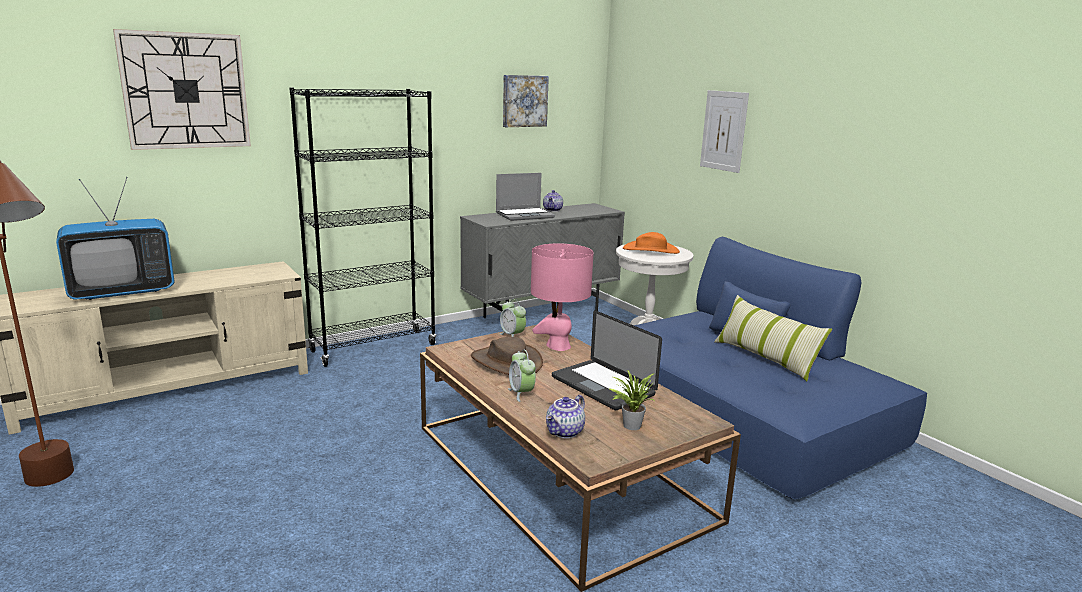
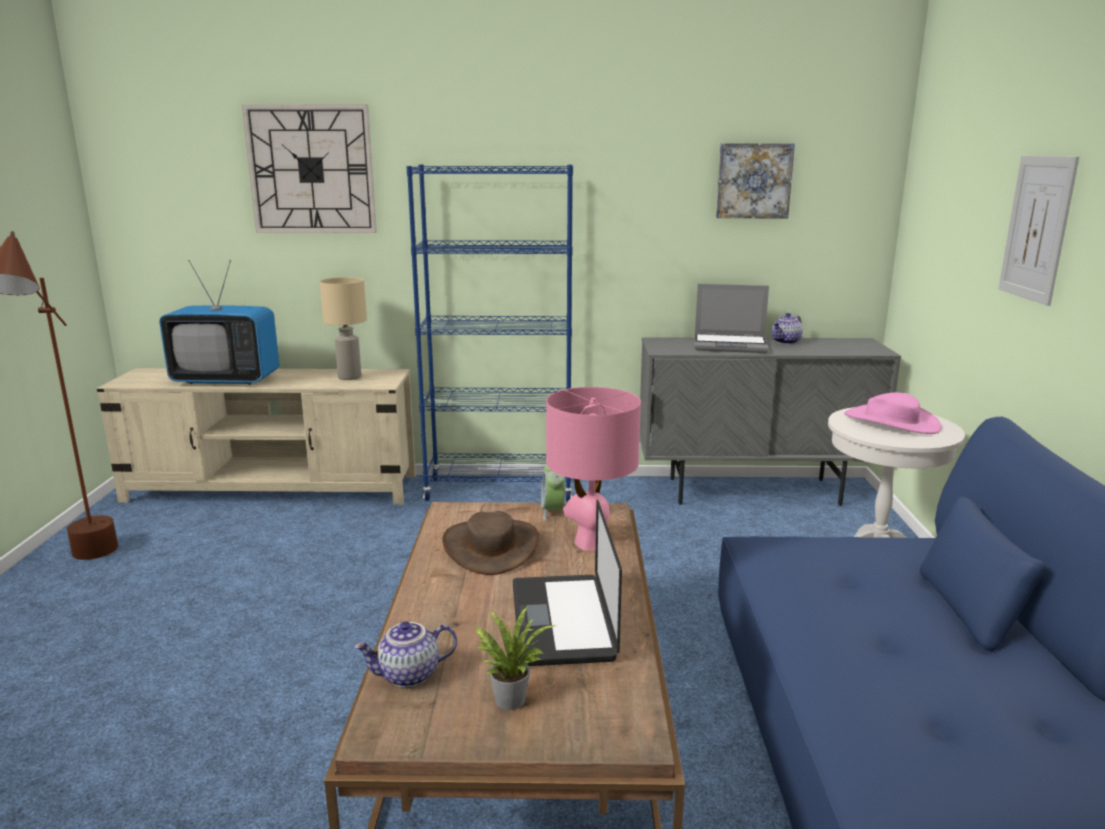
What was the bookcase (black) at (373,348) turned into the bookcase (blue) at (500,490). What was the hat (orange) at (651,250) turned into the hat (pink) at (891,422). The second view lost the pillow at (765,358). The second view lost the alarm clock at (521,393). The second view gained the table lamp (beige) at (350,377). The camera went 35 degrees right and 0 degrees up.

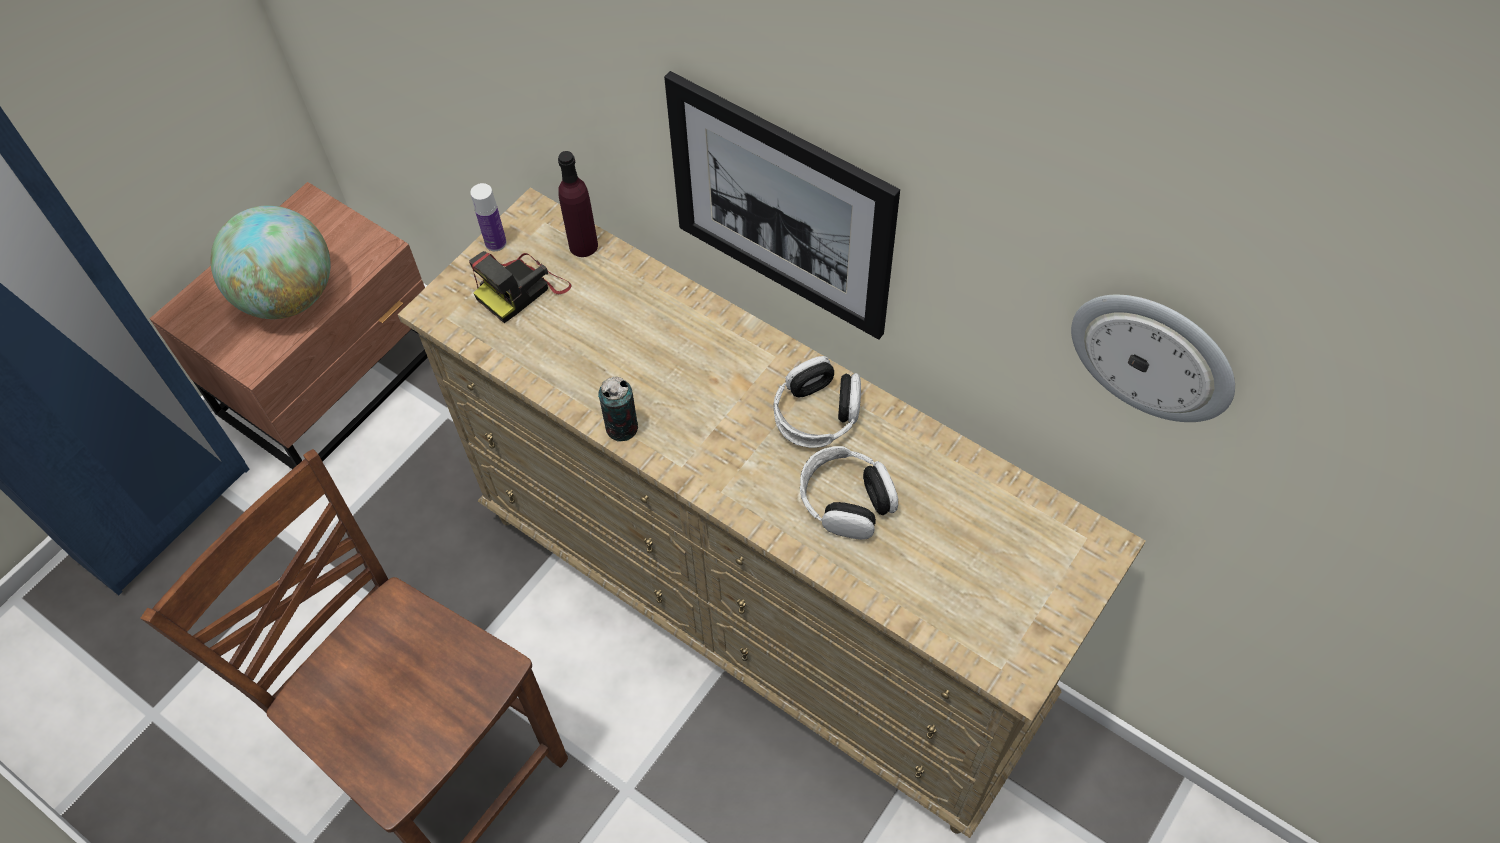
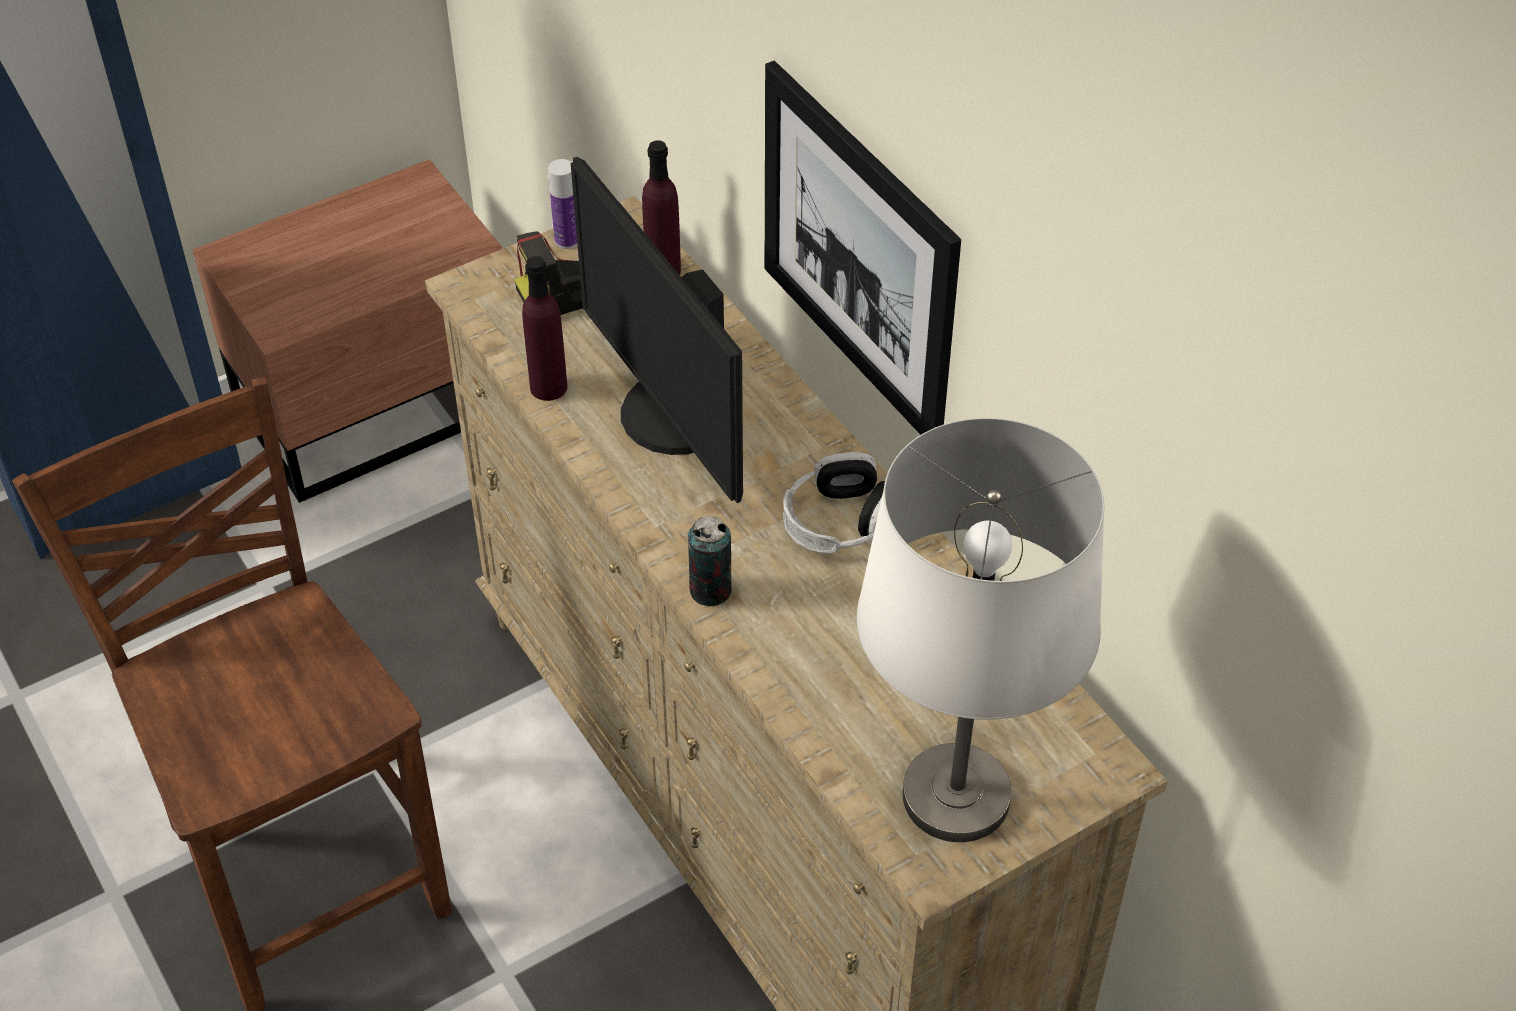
The second view lost the globe at (289,296). The second view lost the wall clock at (1153,355). The can ended up elsewhere, having gone from (622,428) to (710,590). The second view lost the headphones at (846,500). The second view gained the monitor at (671,416). The second view gained the bottle (purple) at (548,387). The second view gained the table lamp (white) at (958,796). The camera went 20 degrees right and 10 degrees down.

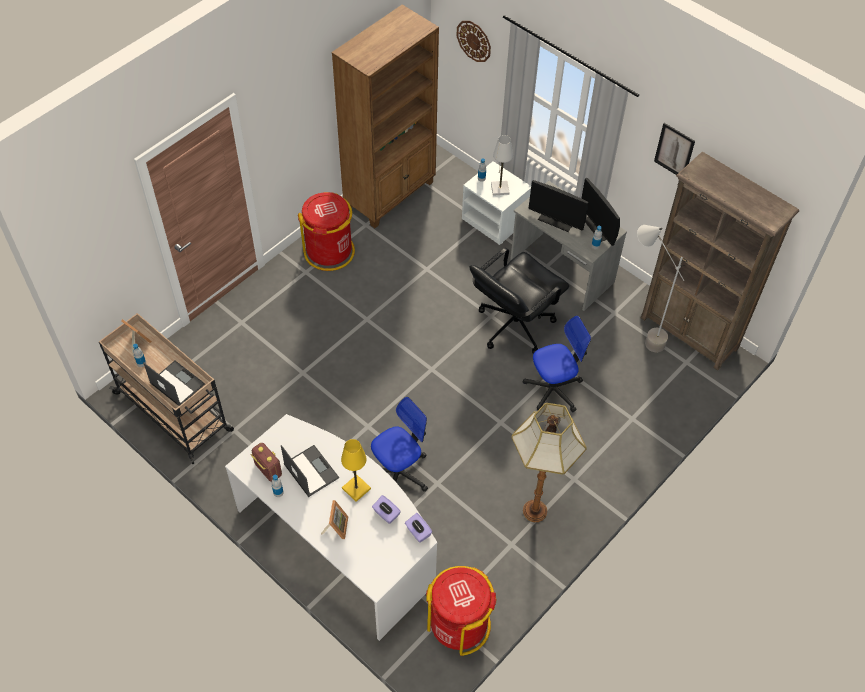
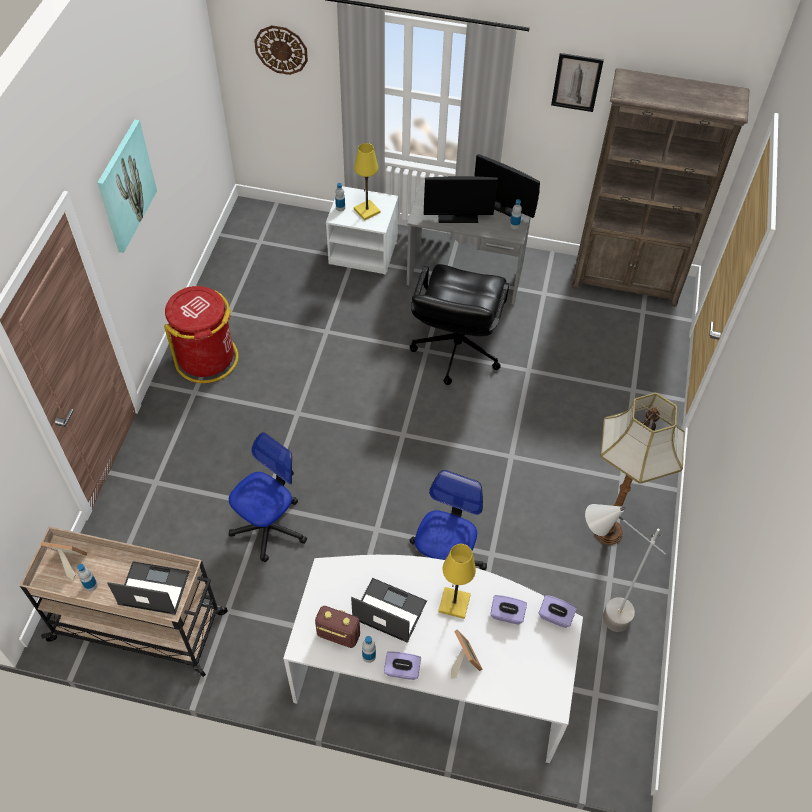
The second view lost the bookcase (brown) at (390,194). What was the table lamp (white) at (499,189) turned into the table lamp (yellow) at (367,211). The floor lamp (grey) ended up elsewhere, having gone from (640,335) to (592,615). The office chair ended up elsewhere, having gone from (553,389) to (269,526). The second view lost the trash can (red) at (459,624). The second view gained the picture at (126,186). The second view gained the tissue box (purple) at (402,670). The camera went 30 degrees left and 0 degrees up.

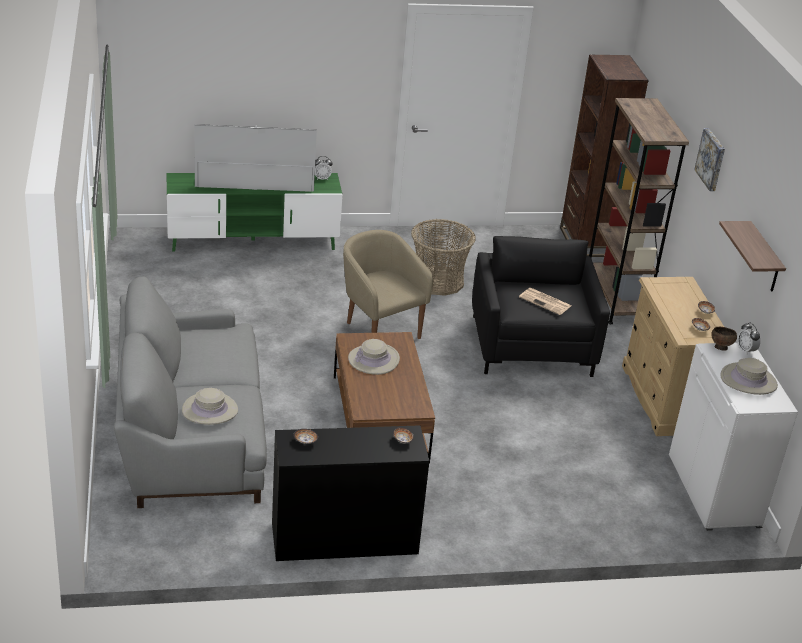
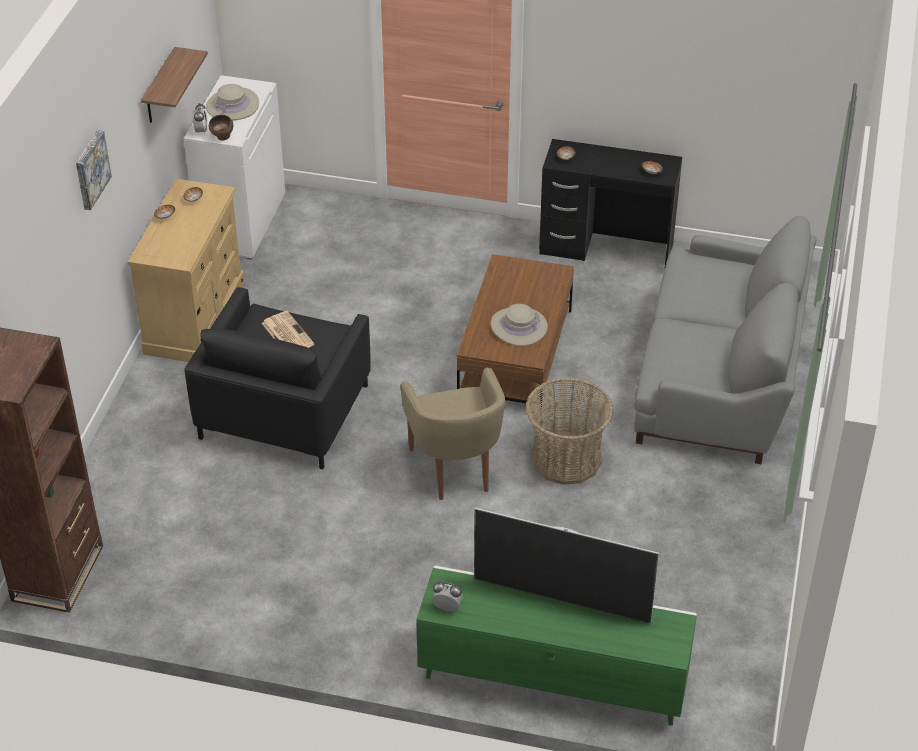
The second view lost the bookcase (brown) at (615,298). The basket ended up elsewhere, having gone from (438,281) to (566,459). The second view lost the hat (beige) at (210,410). The camera went 155 degrees left and 10 degrees up.

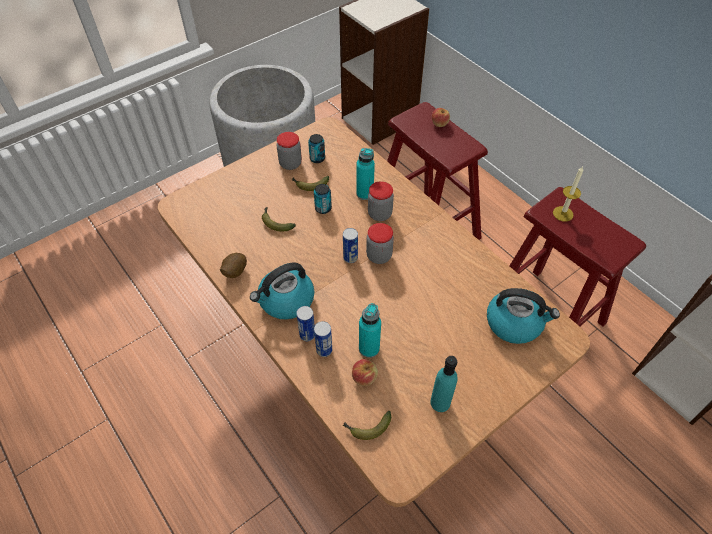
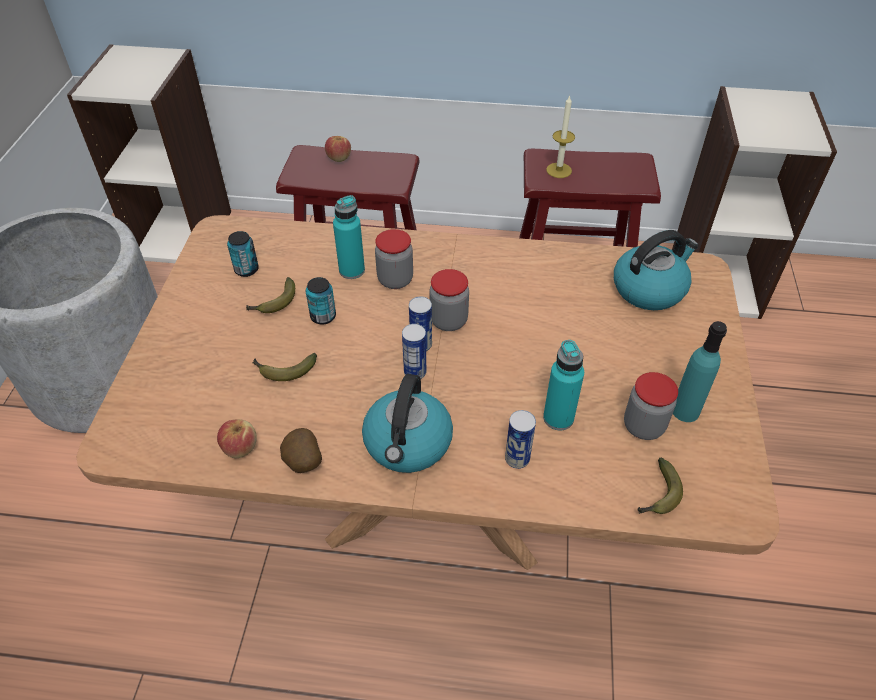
The jar ended up elsewhere, having gone from (290,164) to (643,426). The can ended up elsewhere, having gone from (307,335) to (415,372). The apple ended up elsewhere, having gone from (364,377) to (240,447). The camera went 45 degrees left and 5 degrees down.

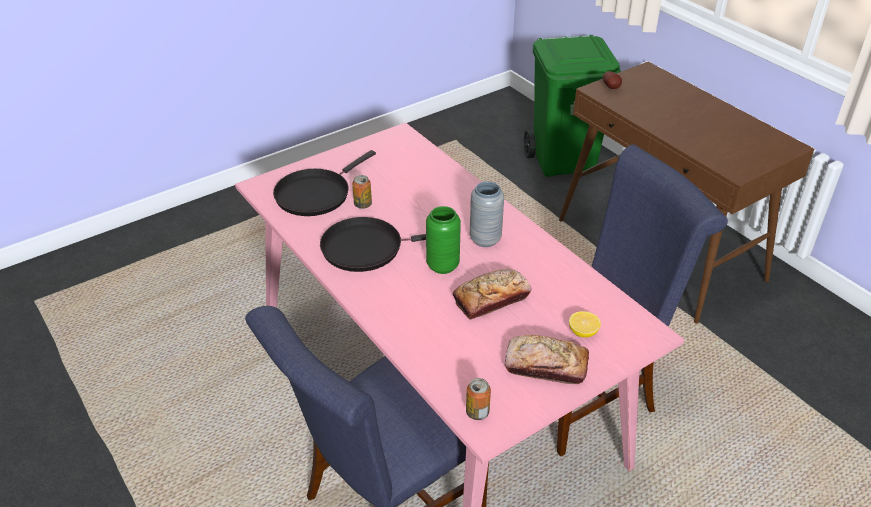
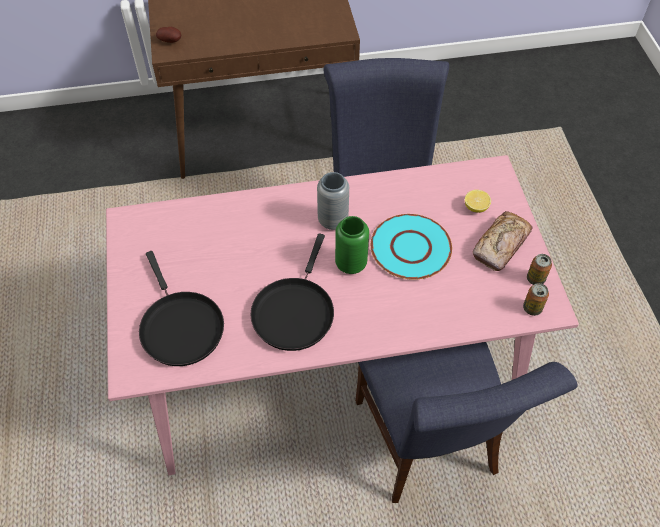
The second view lost the trash can (green) at (564,162). The can ended up elsewhere, having gone from (362,204) to (535,279). Where the bread stood at (491,298), the plate (turquoise) came to stand at (410,247). The camera went 65 degrees left and 15 degrees up.

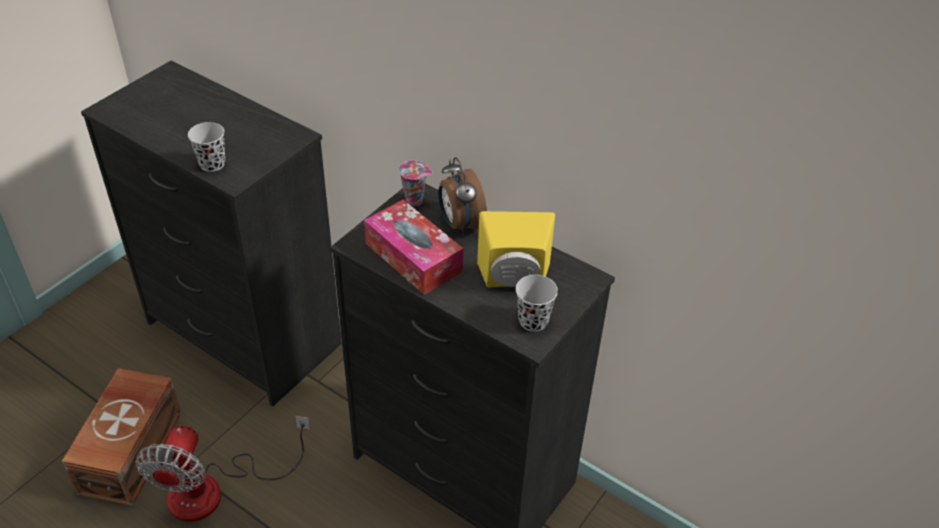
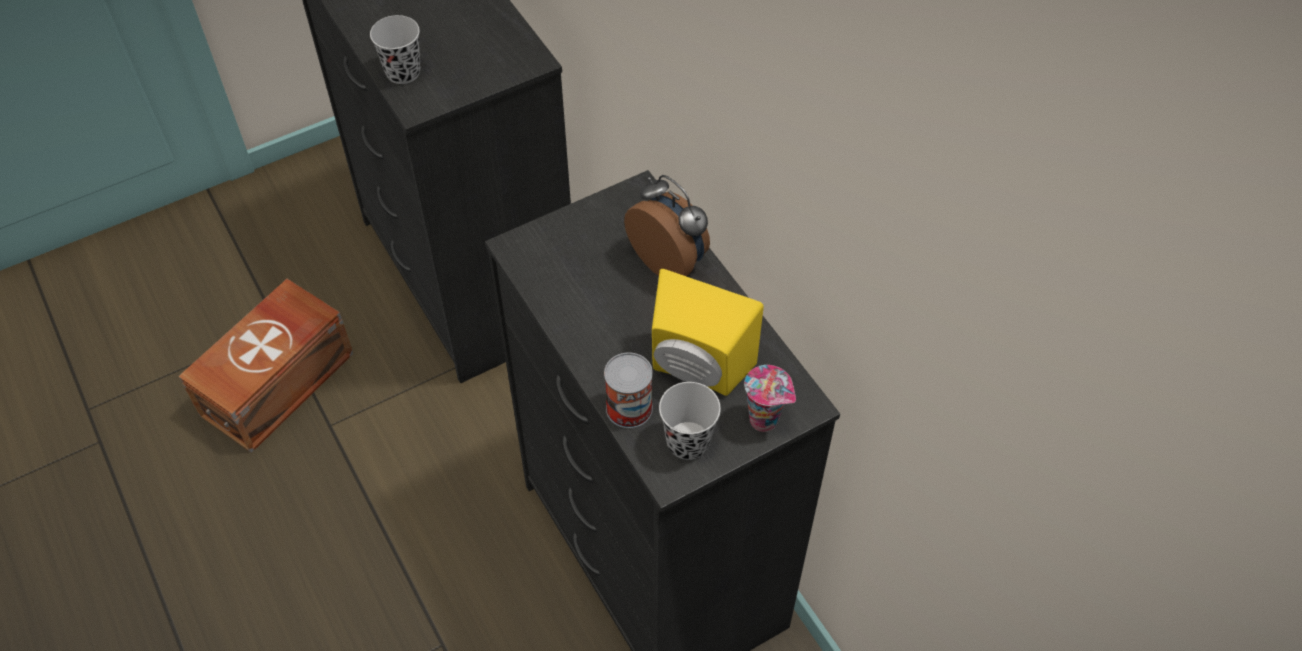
The alarm clock at (460,224) ended up facing another way, 135 degrees clockwise from before. The cup ended up elsewhere, having gone from (415,200) to (766,420). The second view lost the tissue box at (413,257). The second view lost the fan at (214,490). The second view gained the can at (629,408). The camera went 25 degrees right and 10 degrees up.

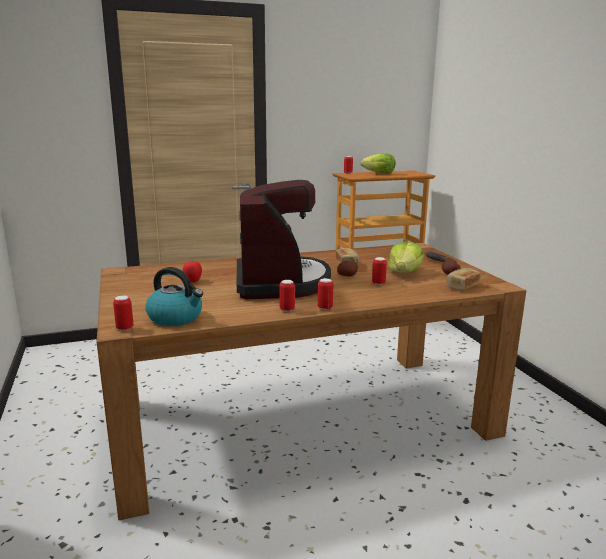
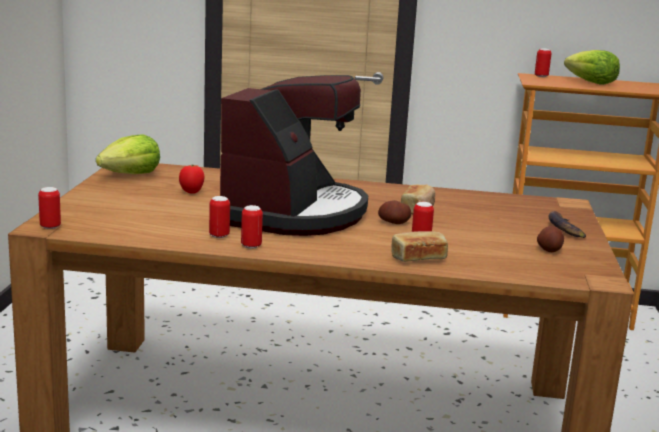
The lettuce ended up elsewhere, having gone from (404,272) to (131,174). The second view lost the kettle at (176,318). The bread ended up elsewhere, having gone from (461,286) to (418,258). The can ended up elsewhere, having gone from (325,308) to (219,235). The camera went 25 degrees right and 0 degrees up.

